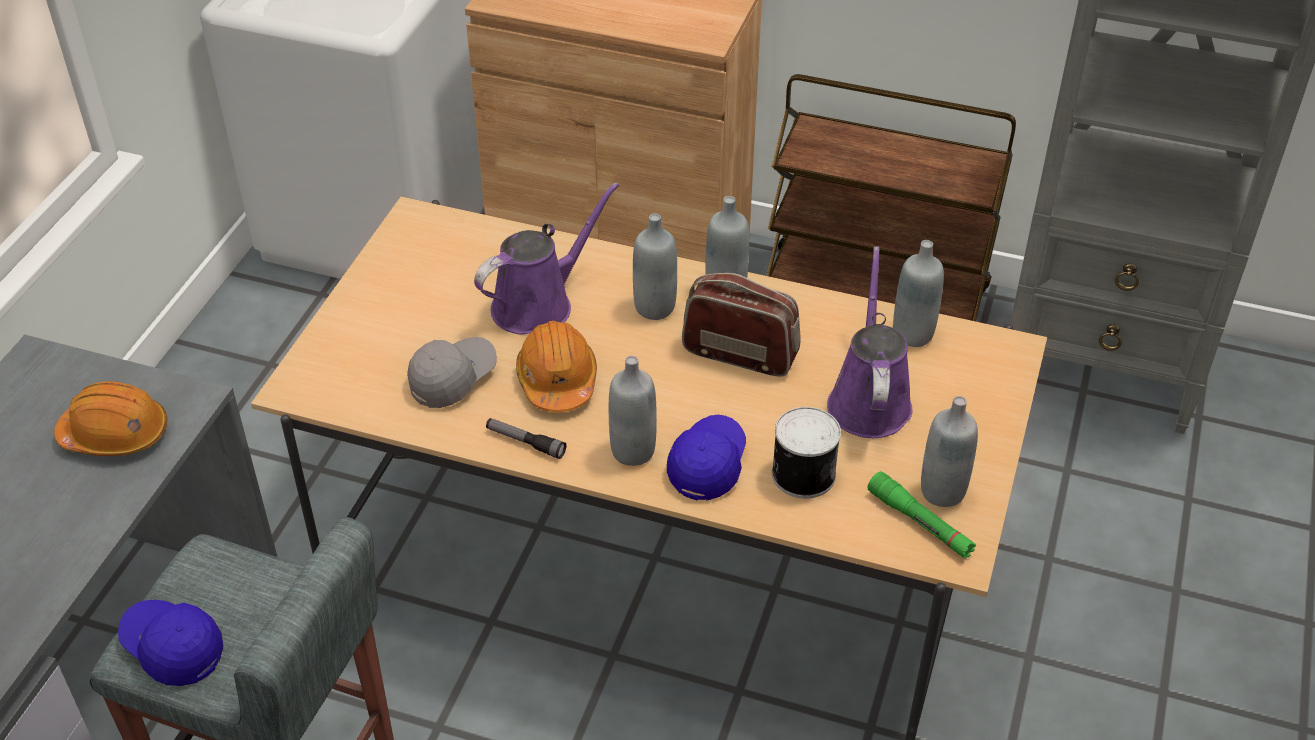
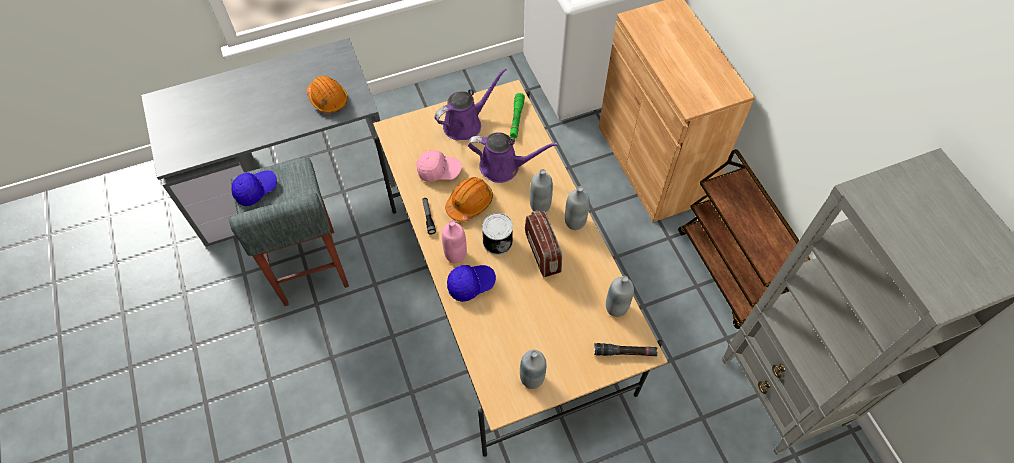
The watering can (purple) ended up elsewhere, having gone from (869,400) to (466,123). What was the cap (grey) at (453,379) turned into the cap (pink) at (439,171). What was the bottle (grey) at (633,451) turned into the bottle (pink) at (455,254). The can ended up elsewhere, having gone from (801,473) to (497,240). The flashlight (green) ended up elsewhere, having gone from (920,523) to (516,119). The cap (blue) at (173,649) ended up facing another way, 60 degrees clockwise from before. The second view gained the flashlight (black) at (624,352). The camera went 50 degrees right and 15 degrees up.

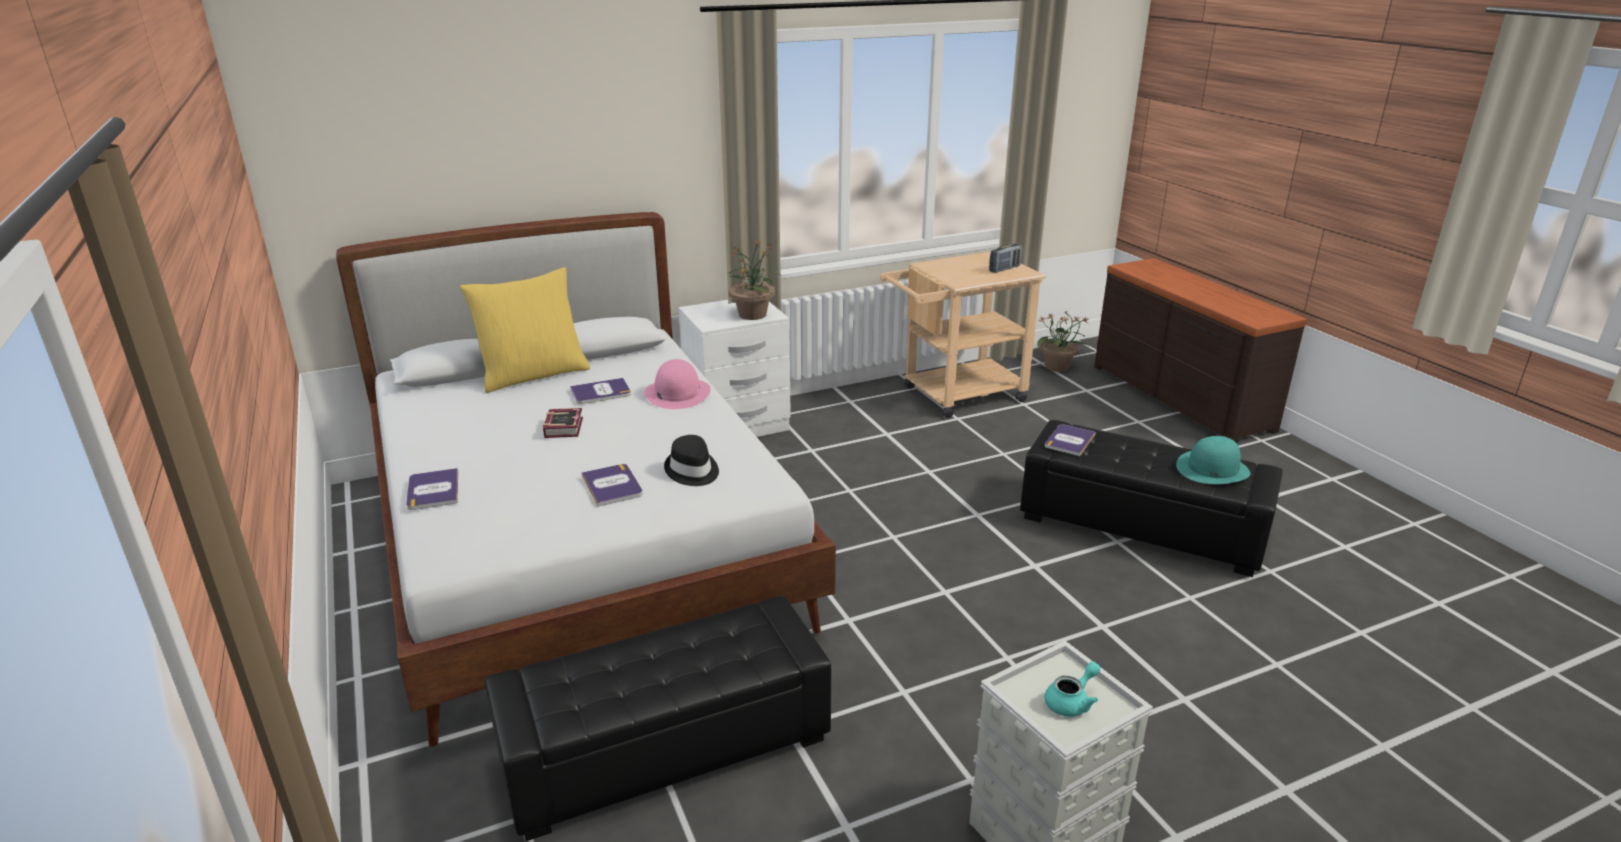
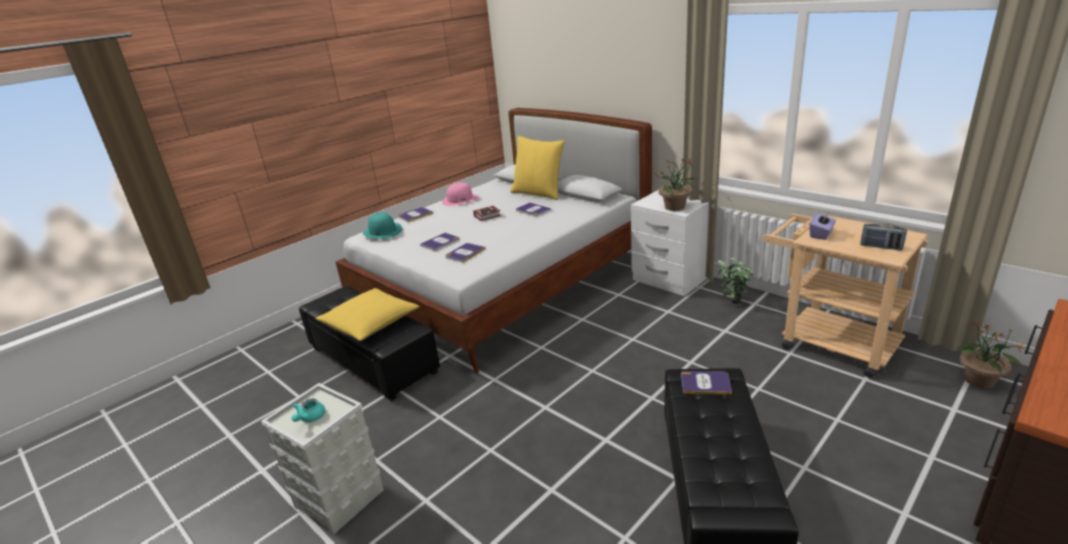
The hat (pink) ended up elsewhere, having gone from (677,393) to (460,199). Where the hat (black) stood at (692,471), the book came to stand at (465,253). The hat (turquoise) ended up elsewhere, having gone from (1212,469) to (382,231). The teapot (turquoise) at (1071,702) ended up facing another way, 75 degrees clockwise from before. The second view gained the tissue box (purple) at (821,234). The second view gained the potted plant at (733,304). The second view gained the pillow (yellow) at (370,323). The camera went 70 degrees right and 0 degrees up.

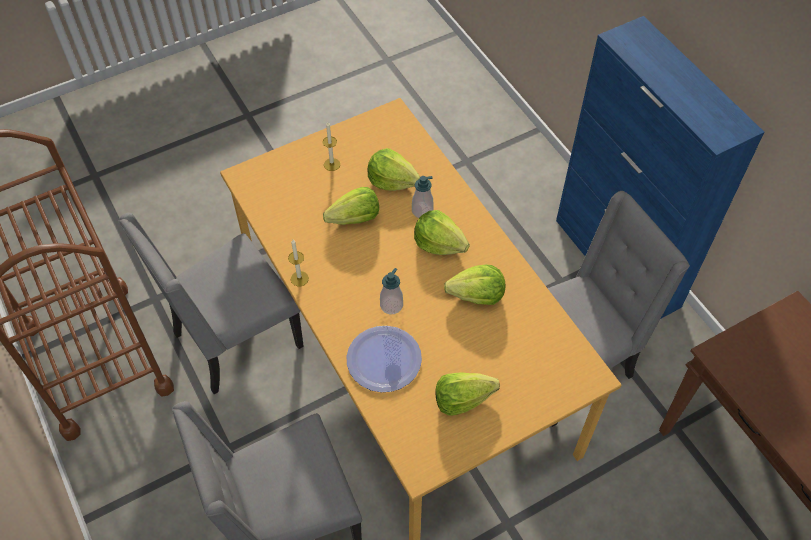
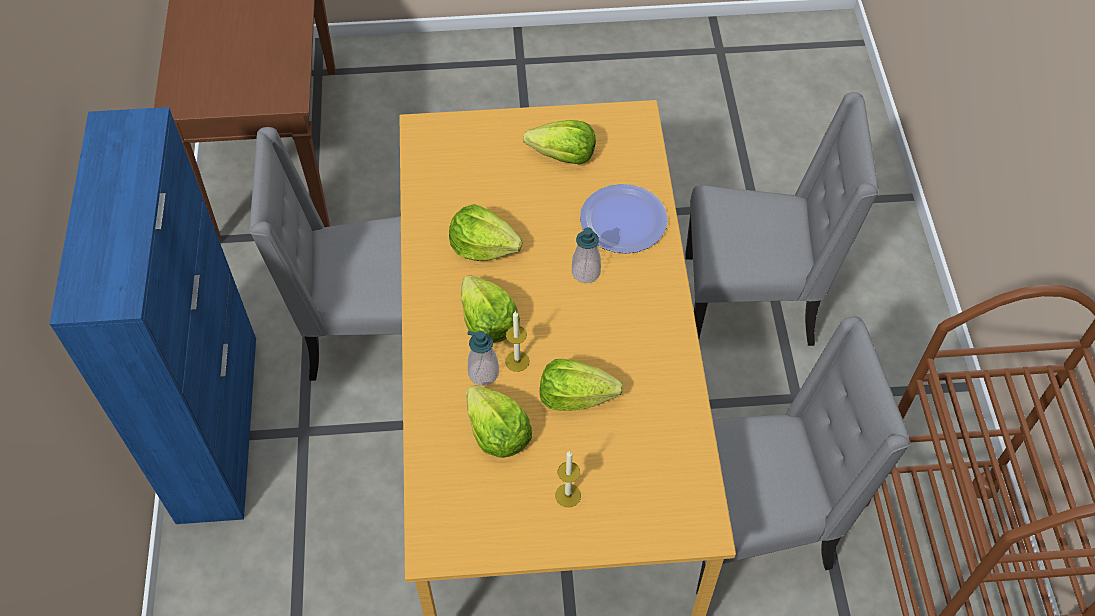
The candle ended up elsewhere, having gone from (299,278) to (517,361). The camera went 155 degrees left and 0 degrees up.

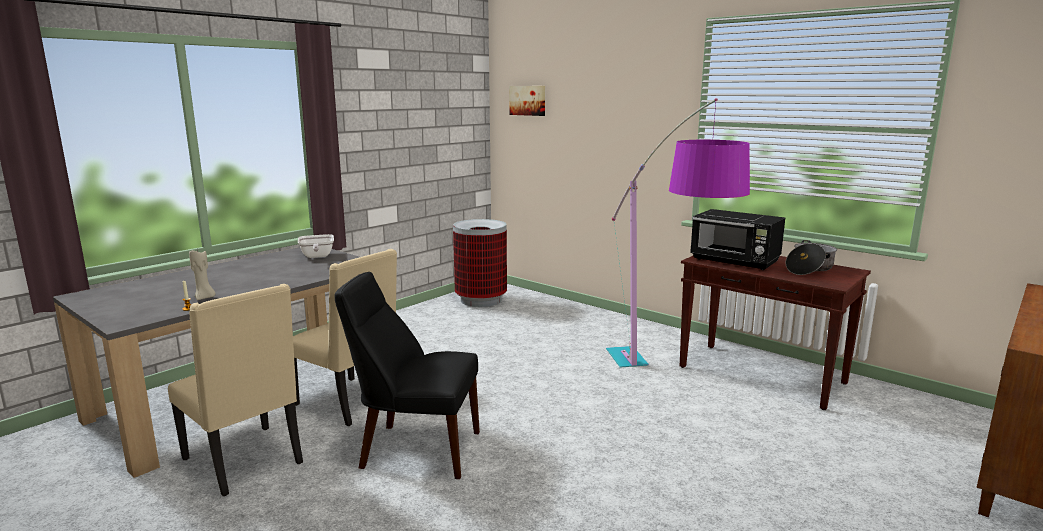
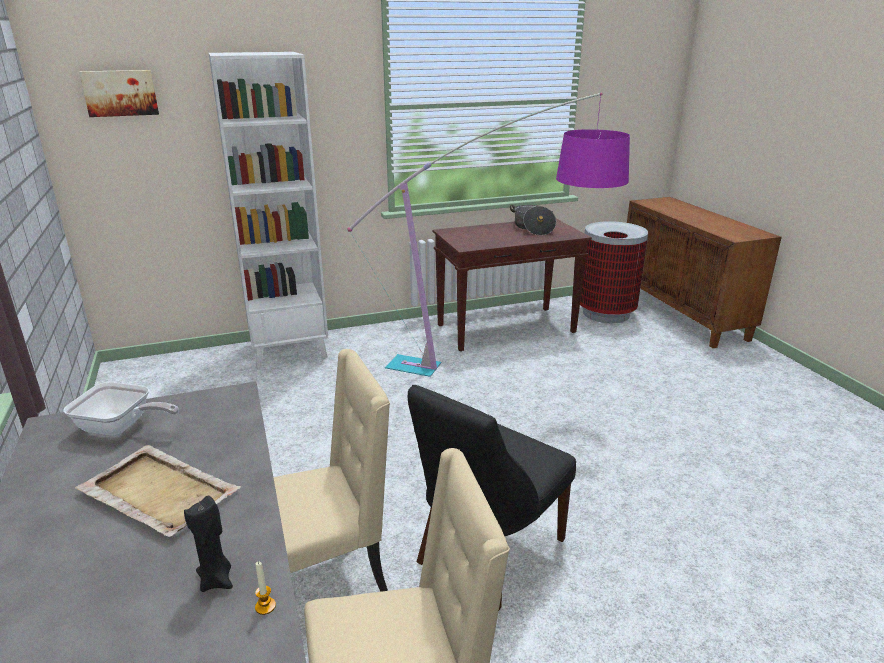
The second view lost the microwave (black) at (735,261). The trash can ended up elsewhere, having gone from (481,300) to (605,313). What was the candle (beige) at (204,298) turned into the candle (black) at (216,579). The second view gained the bookcase (white) at (289,350). The second view gained the tray (beige) at (158,492). The camera went 60 degrees left and 10 degrees up.

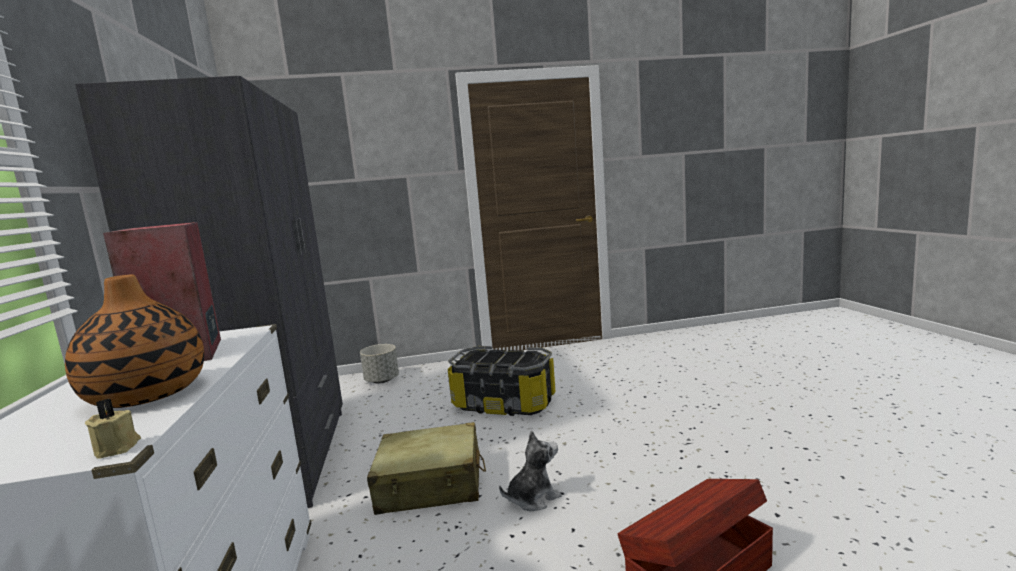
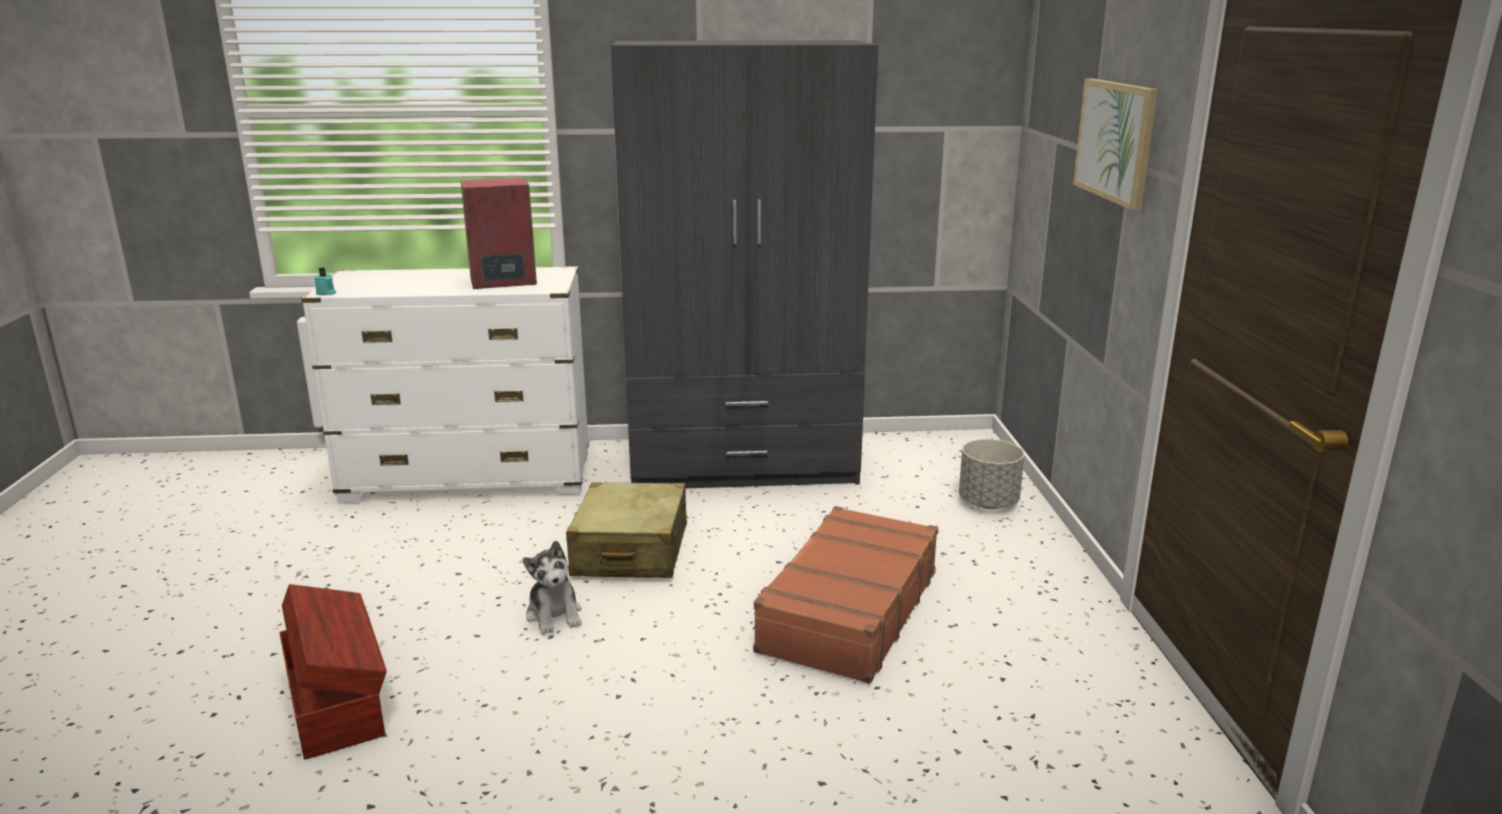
The second view lost the vase at (147,394). Where the storage box stood at (504,403), the suitcase (brown) came to stand at (847,611). What was the candle (beige) at (118,447) turned into the candle (turquoise) at (326,293). The second view gained the picture at (1116,141). The camera went 95 degrees right and 10 degrees up.

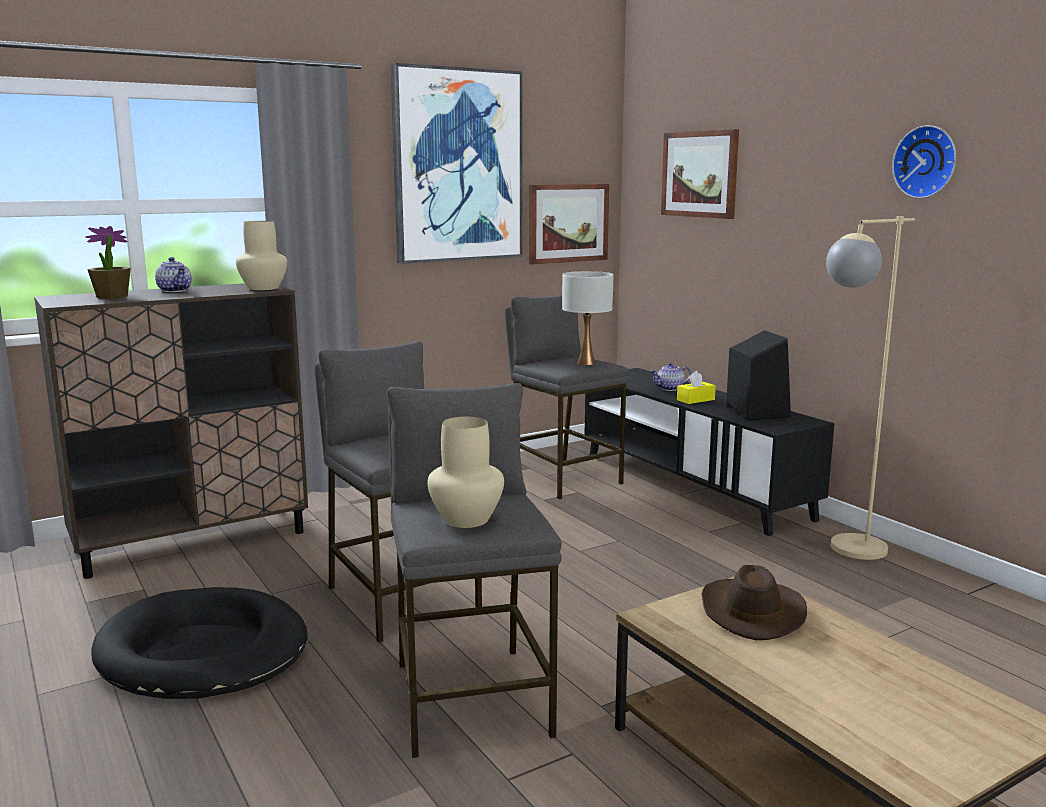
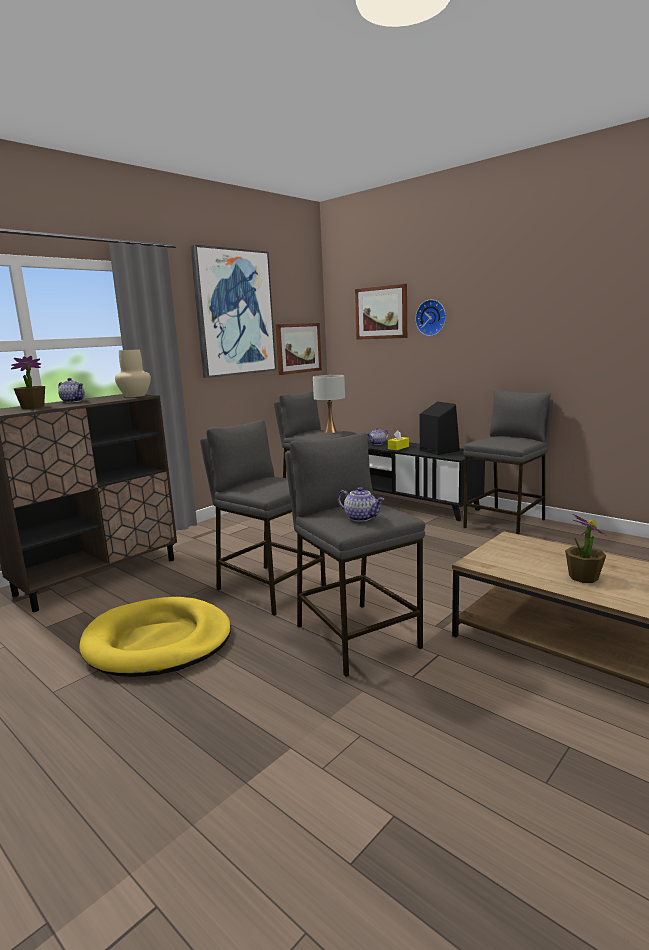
The wall clock ended up elsewhere, having gone from (927,162) to (432,317). Where the floor lamp (beige) stood at (846,553), the stool (grey) came to stand at (506,523). Where the vase (beige) stood at (466,519), the teapot came to stand at (361,518). The second view lost the hat (brown) at (751,611). What was the dog bed (black) at (203,651) turned into the dog bed (yellow) at (158,642). The second view gained the potted plant at (583,577). The camera went 15 degrees left and 0 degrees up.

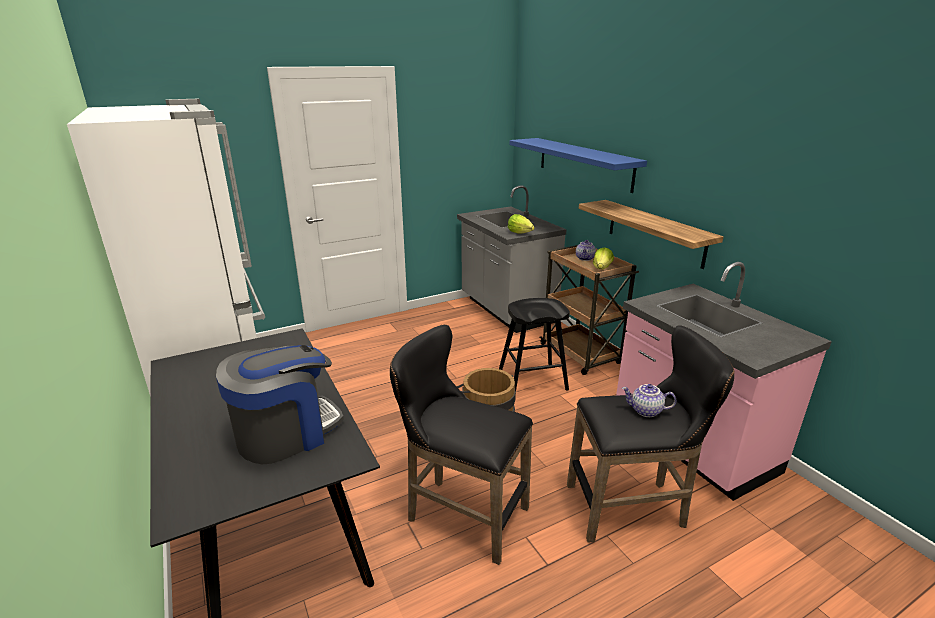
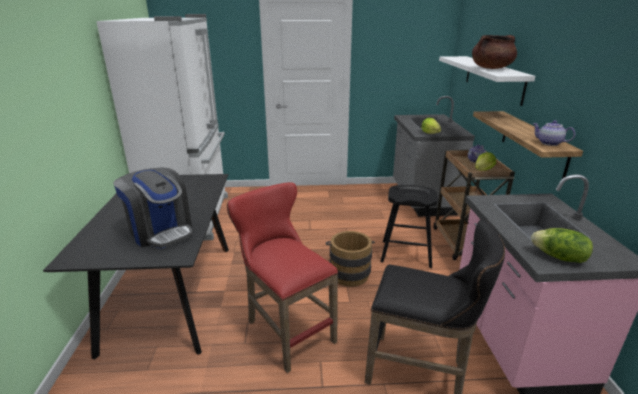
What was the shelf (blue) at (584,163) turned into the shelf (white) at (493,78). What was the stool (black) at (461,513) turned into the stool (red) at (286,330). The coffee machine at (287,433) ended up facing another way, 60 degrees clockwise from before. The teapot ended up elsewhere, having gone from (645,411) to (549,143). The second view gained the cooking pot (brown) at (491,68). The second view gained the lettuce at (559,257). The camera went 25 degrees right and 0 degrees up.

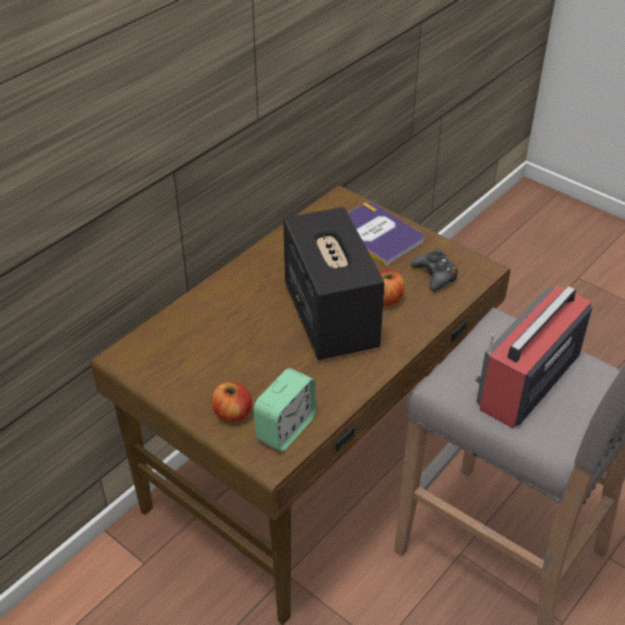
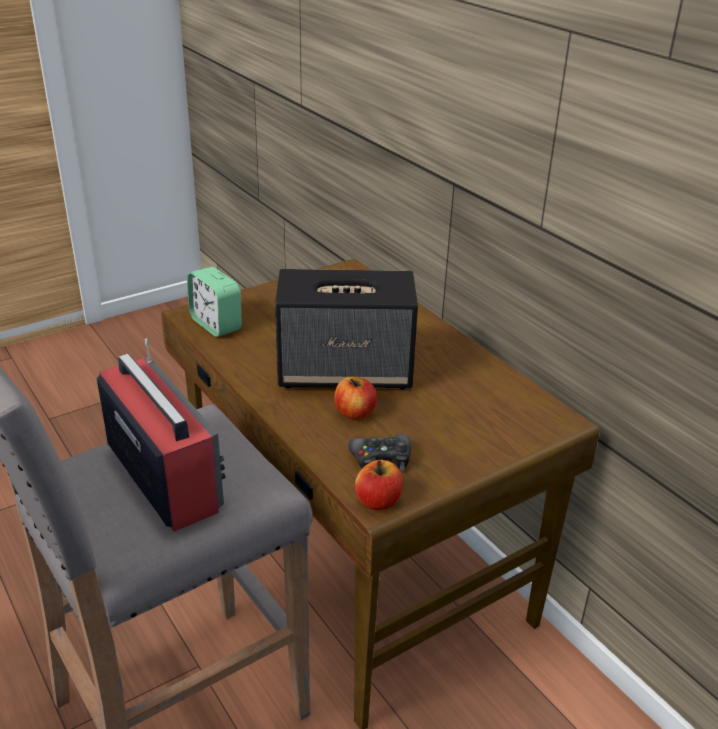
The second view lost the book at (377,234). The apple ended up elsewhere, having gone from (232,413) to (378,501). The camera went 105 degrees right and 10 degrees down.

